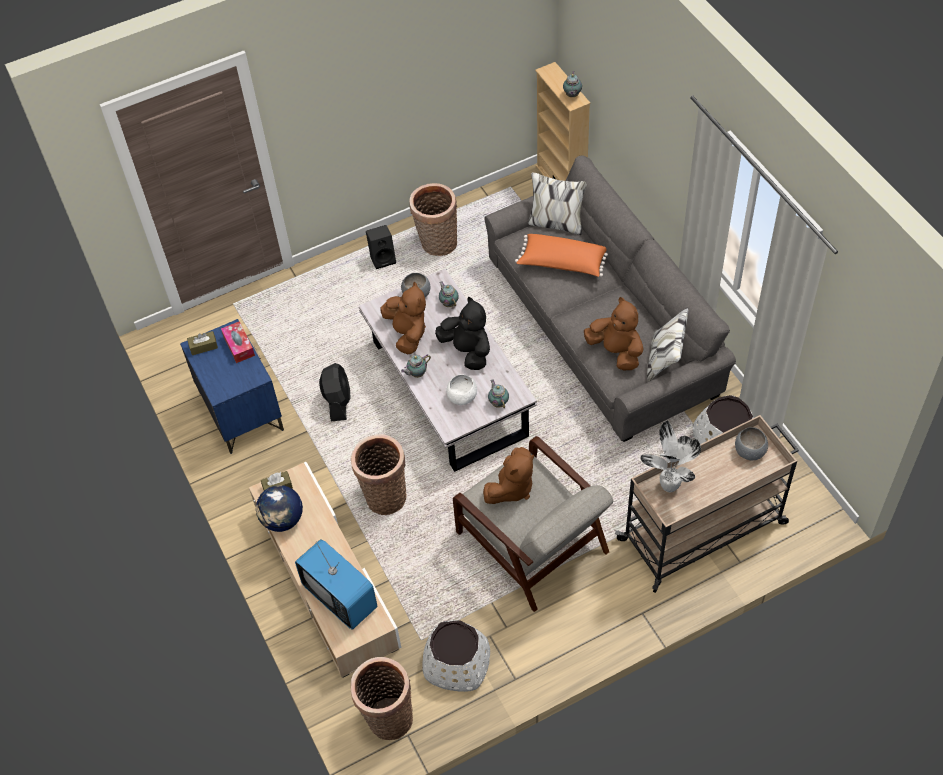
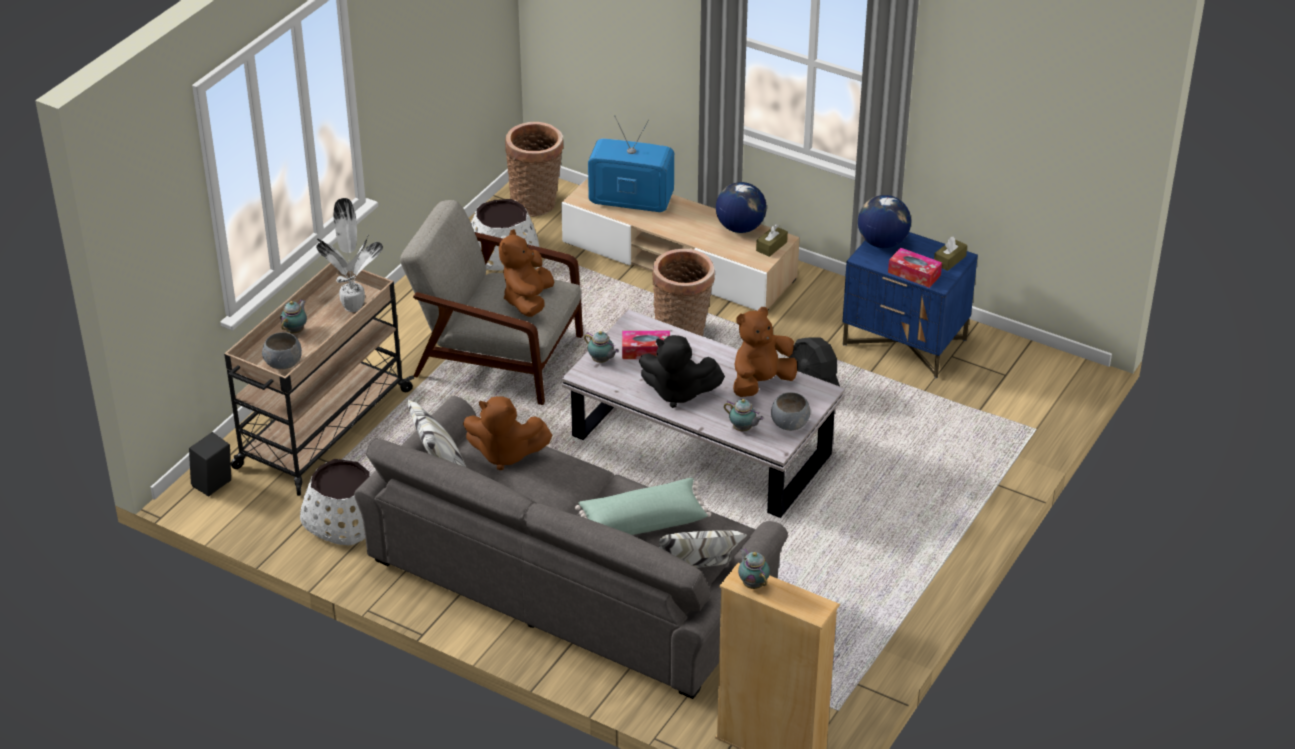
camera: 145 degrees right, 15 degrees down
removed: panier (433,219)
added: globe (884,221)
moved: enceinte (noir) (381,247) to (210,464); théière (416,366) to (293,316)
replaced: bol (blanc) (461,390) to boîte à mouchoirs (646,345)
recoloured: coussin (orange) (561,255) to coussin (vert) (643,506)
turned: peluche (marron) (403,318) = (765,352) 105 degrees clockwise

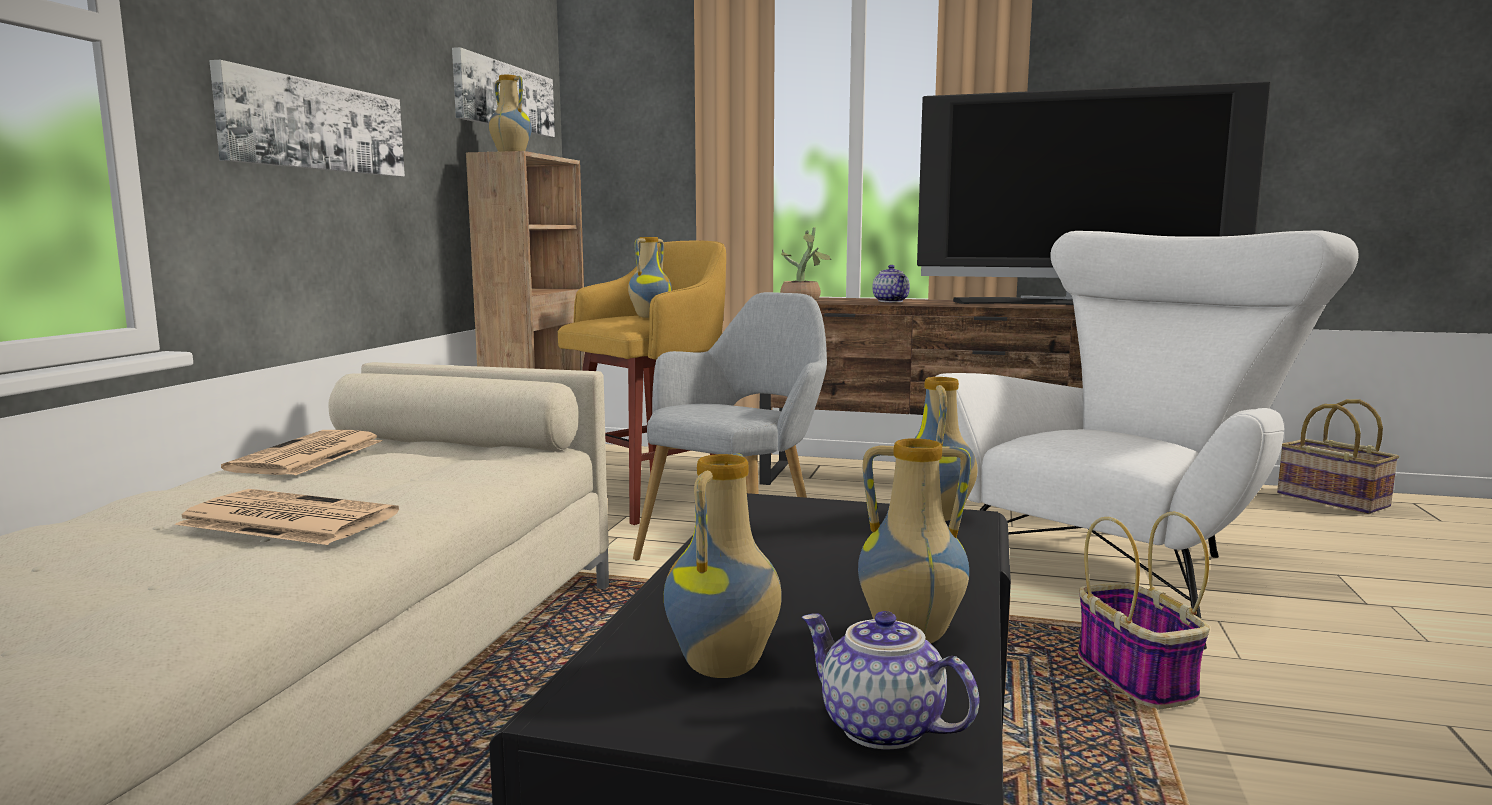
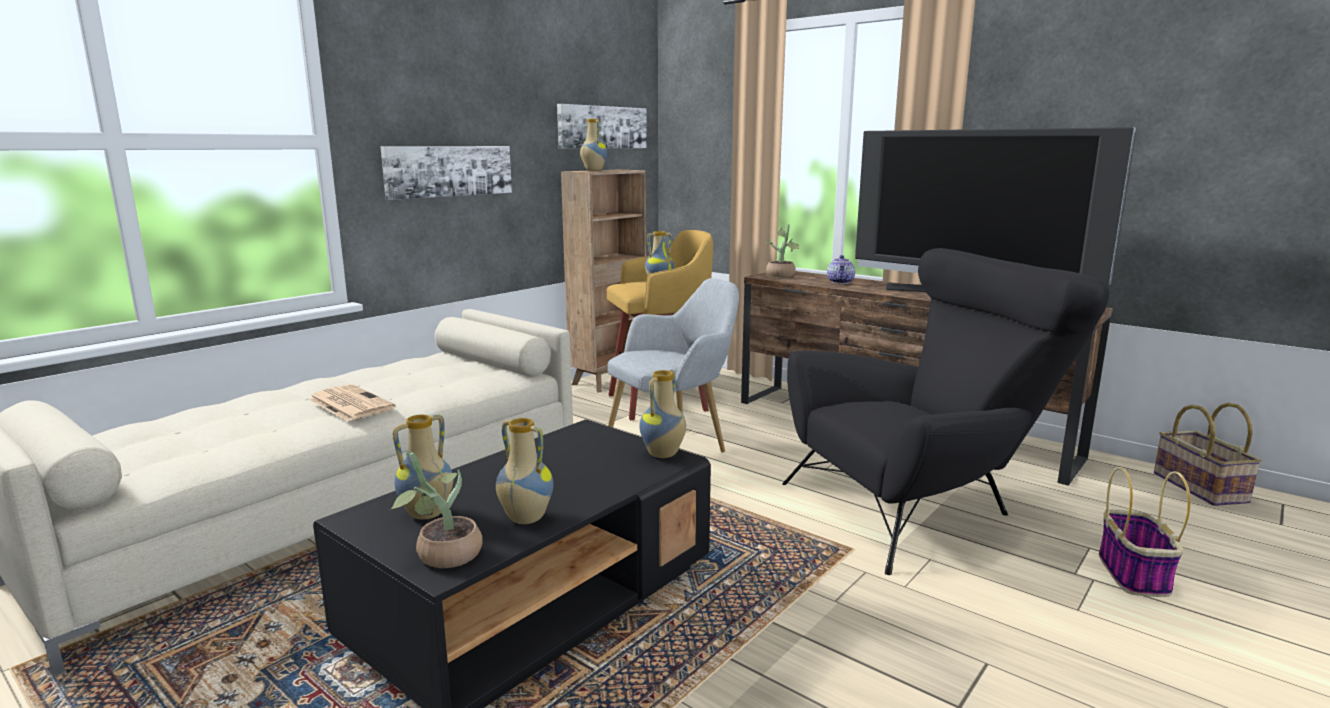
camera: 25 degrees right, 5 degrees up
removed: journal (301,453)
moved: panier (1144,611) to (1145,532)
replaced: théière (891,680) to plante en pot (436,509)
recoloured: fauteuil (blanc) (1147,440) to fauteuil (noir) (945,411)

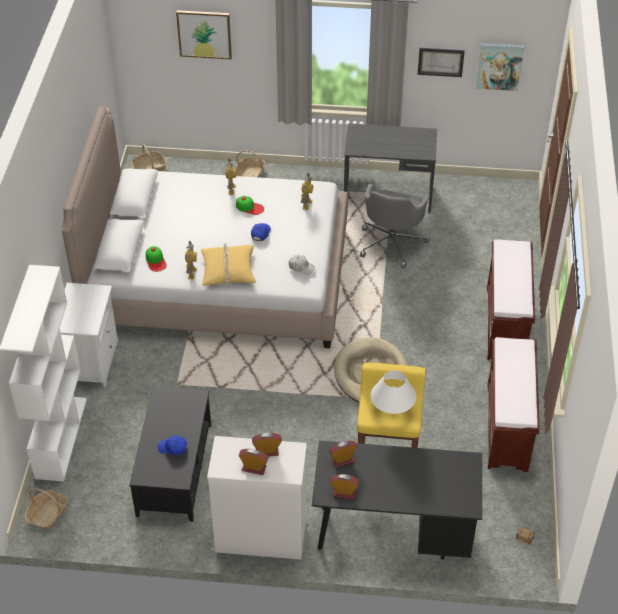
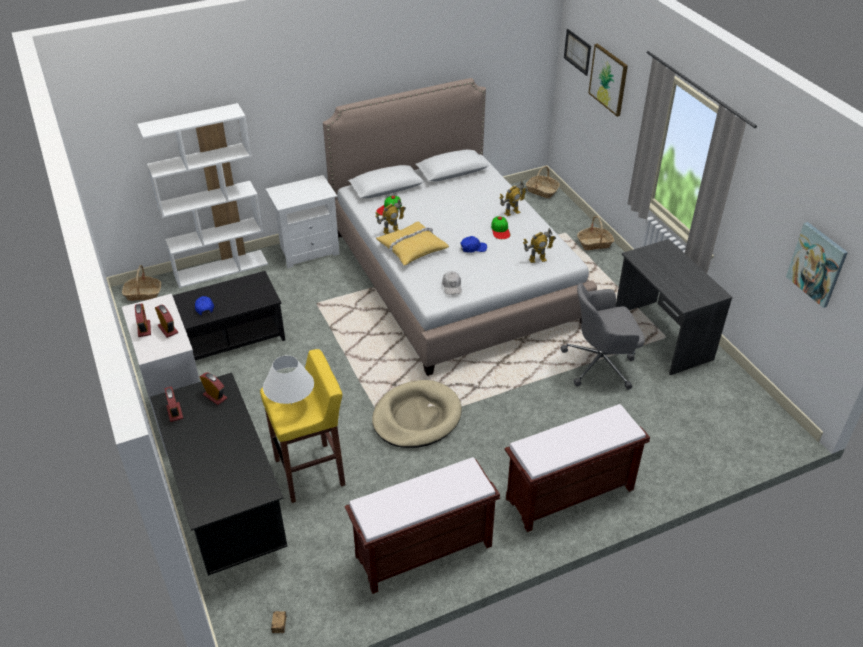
camera: 60 degrees right, 5 degrees down
moved: tableau (441,62) to (577,52)

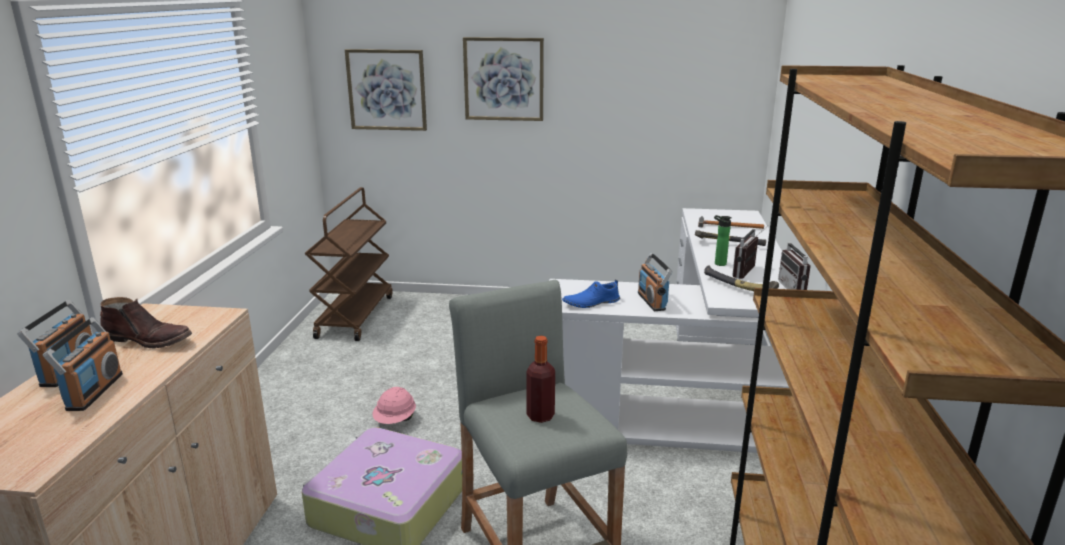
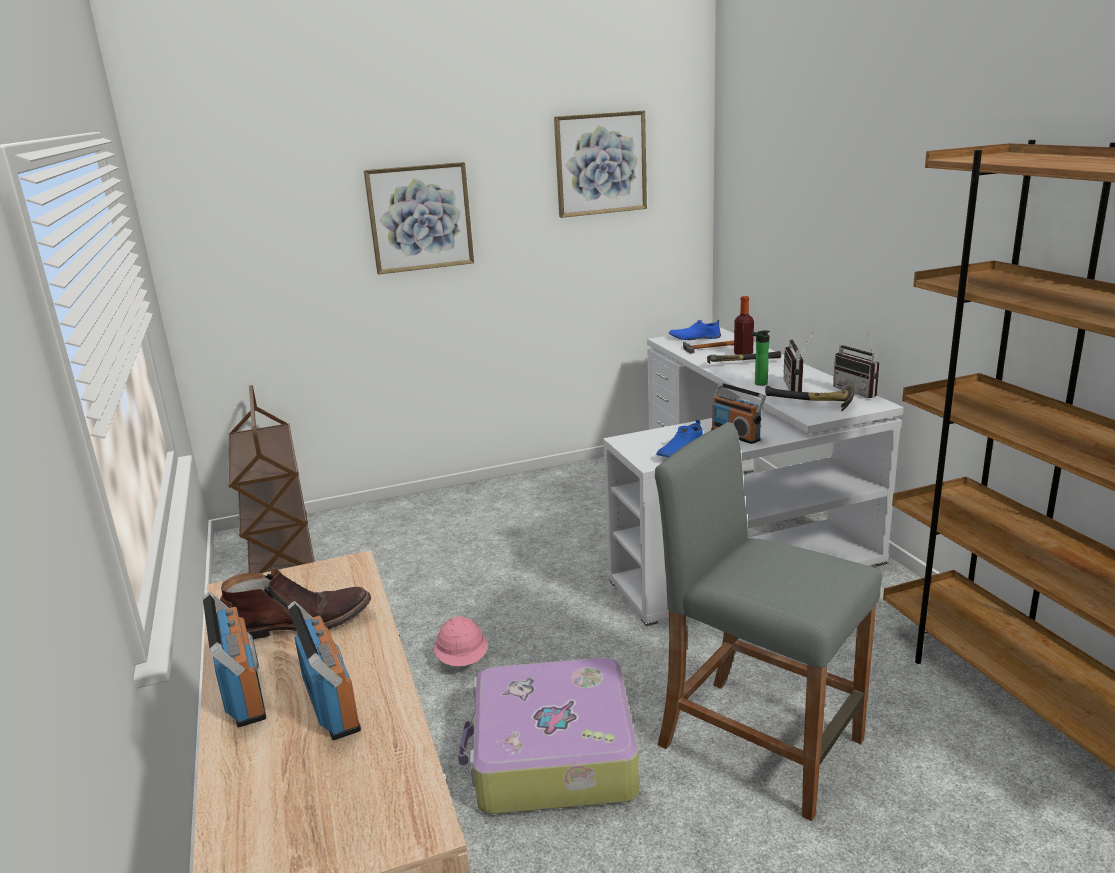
camera: 25 degrees left, 0 degrees up
added: chaussure (bleu) (695,330)
moved: tableau (386,90) to (600,164); bouteille (540,379) to (744,325)

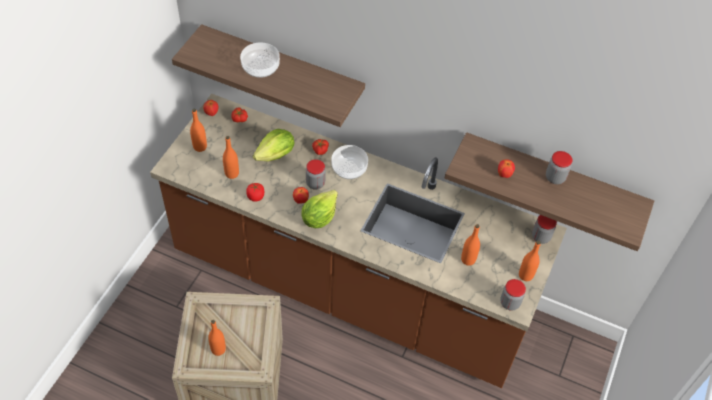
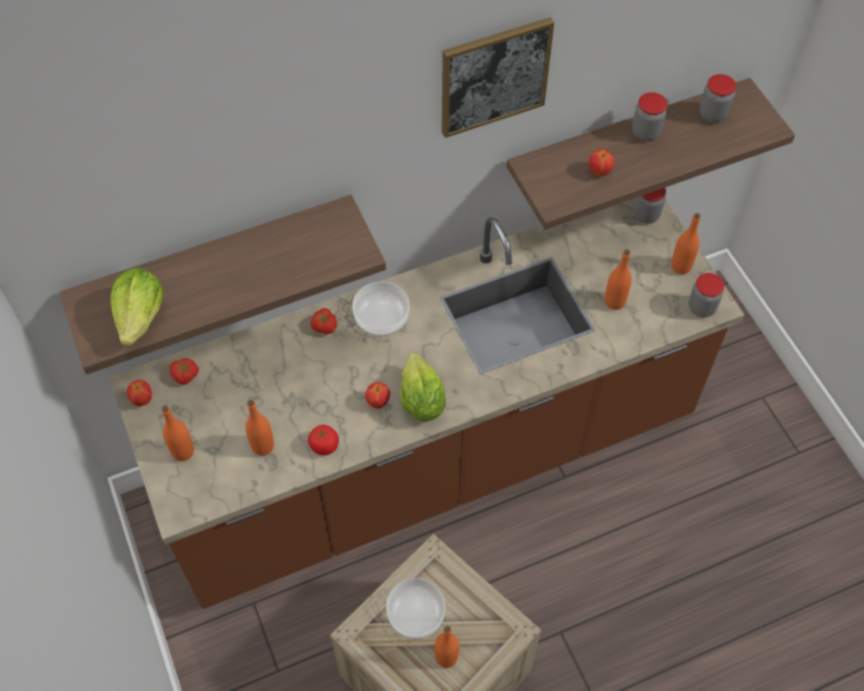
camera: 45 degrees left, 5 degrees up
added: tableau (498,77)
moved: bol (260,60) to (415,608); laitue (273,145) to (137,307); bocal (316,174) to (718,98)

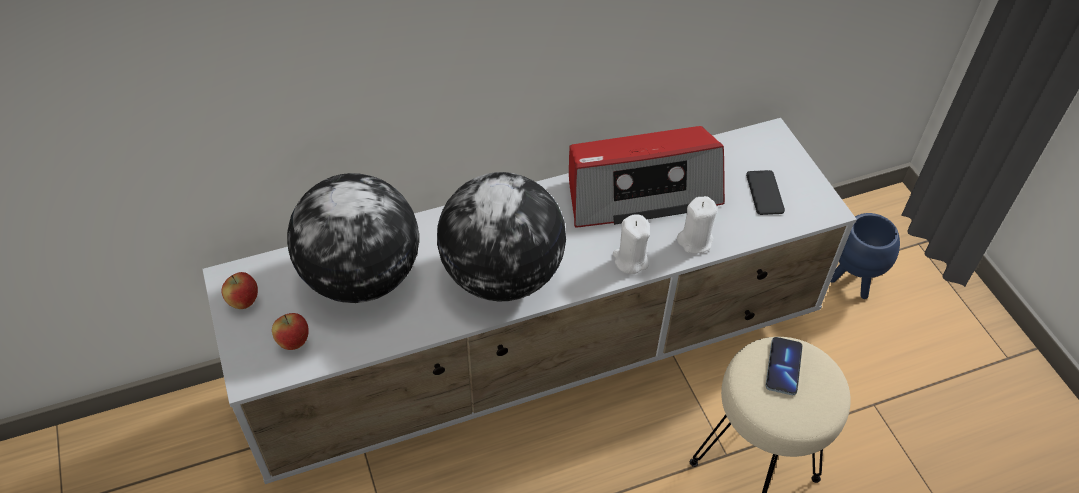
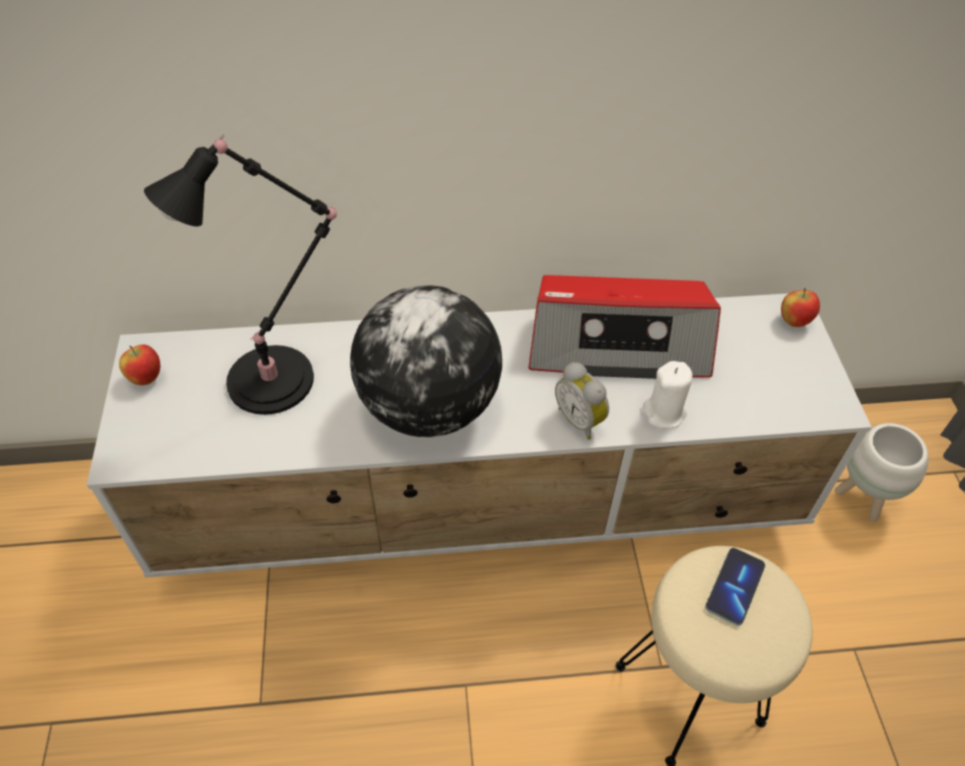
camera: 15 degrees right, 0 degrees up
removed: téléphone (765,192)
moved: pomme (290,331) to (800,307)
replaced: globe (353,238) to lampe de table (noir) (240,275); bougie (blanc) (631,244) to réveil (582,401)
recoloured: cache-pot (bleu) (865,256) to cache-pot (blanc) (881,472)

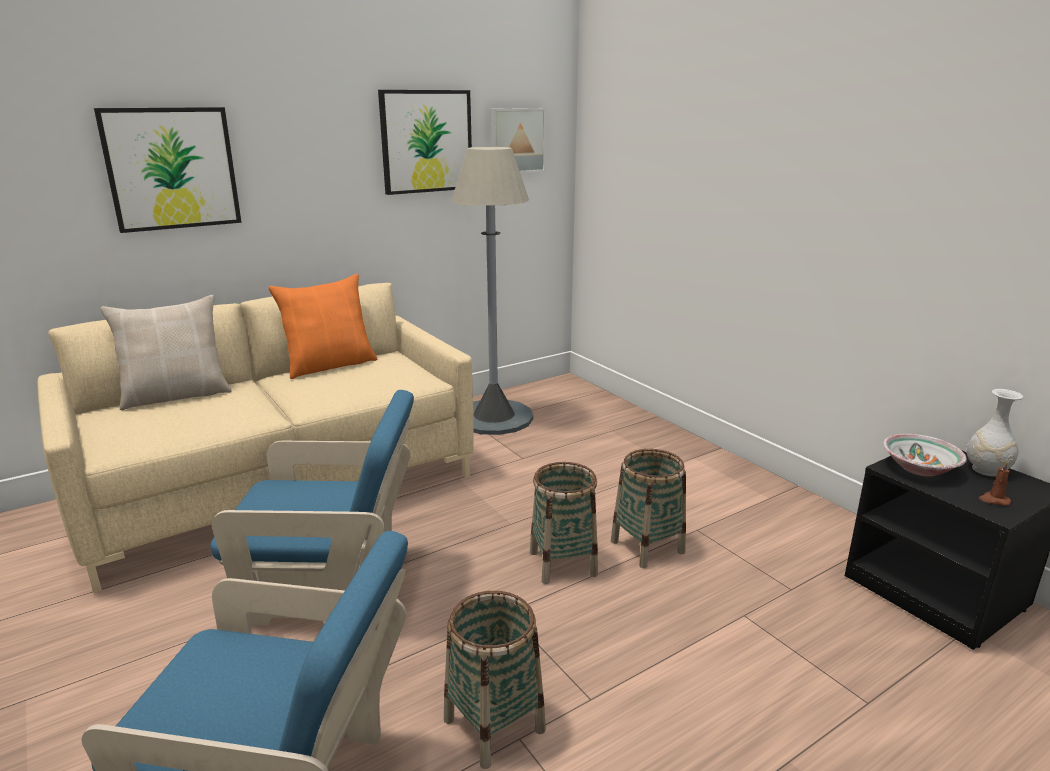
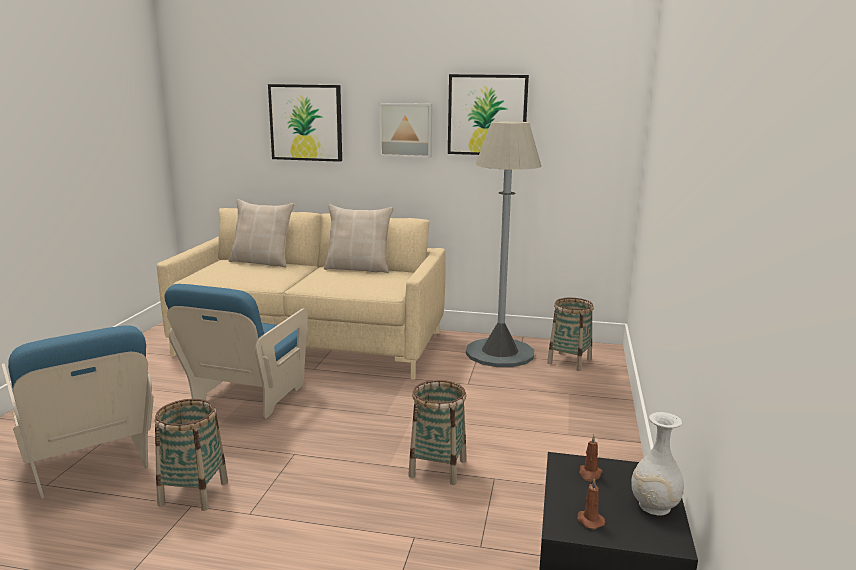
camera: 45 degrees right, 5 degrees down
moved: tableau (517,140) to (405,130); panier (564,523) to (570,334)
replaced: bol (925,455) to bougie (marron) (591,458)
recoloured: coussin (orange) (323,326) to coussin (beige) (358,238)
turned: fauteuil (bleu) (312,508) = (236,351) 60 degrees clockwise

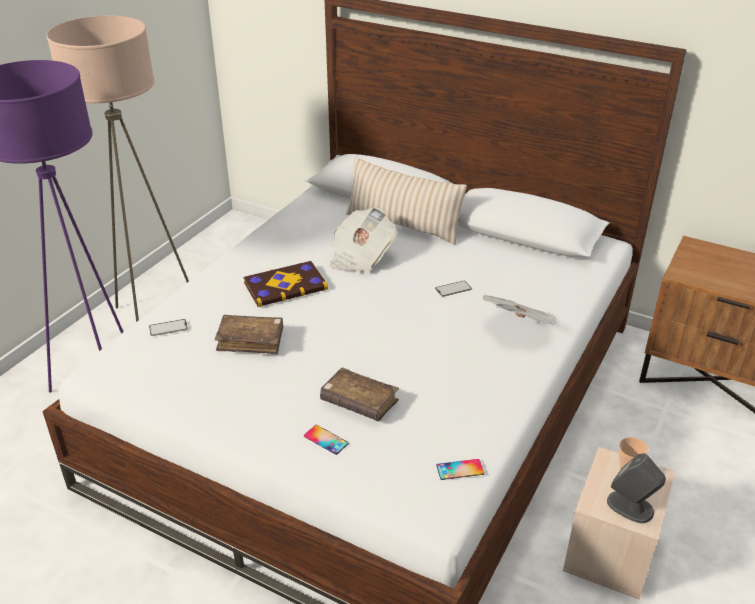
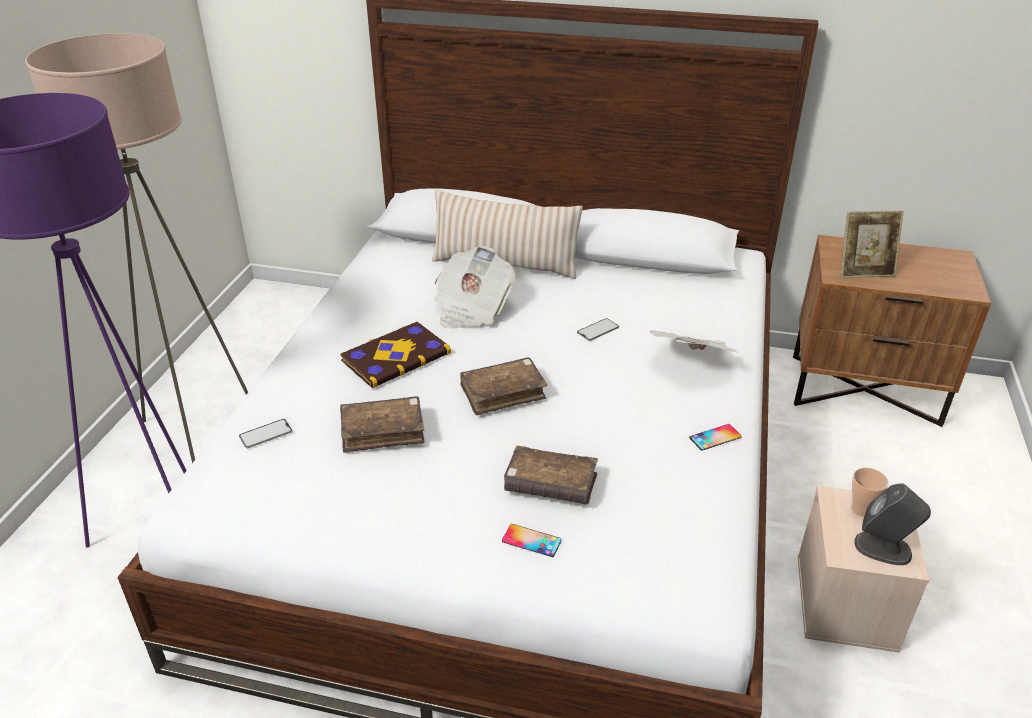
camera: 15 degrees left, 0 degrees up
added: livre (marron) (504,386); cadre photo (872,244)
moved: téléphone (460,469) to (715,437)

